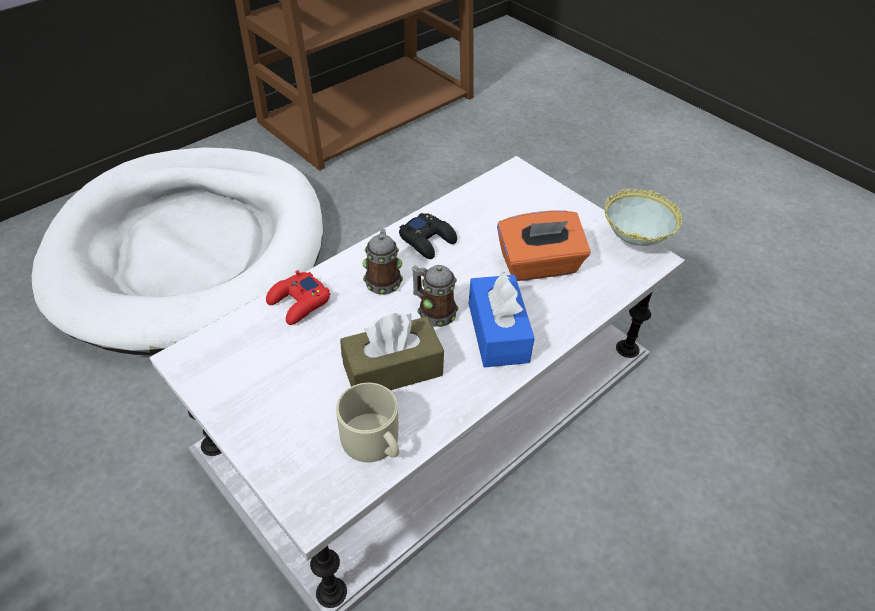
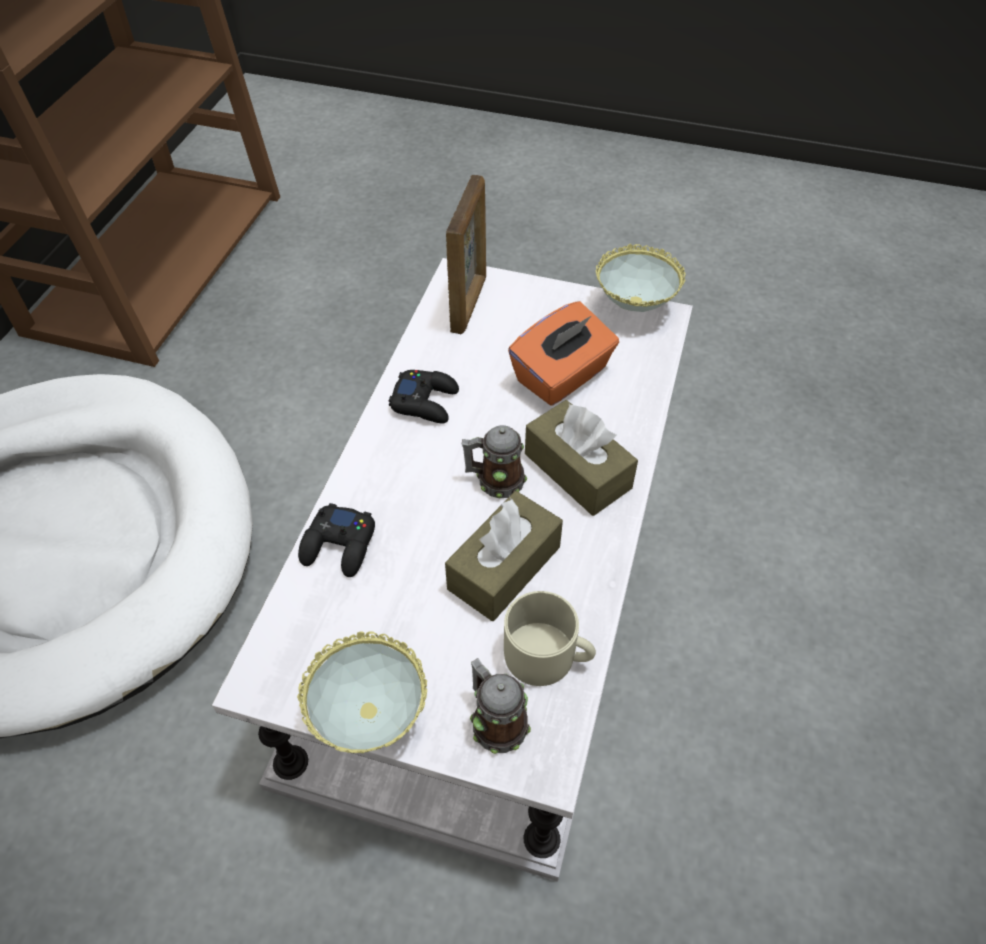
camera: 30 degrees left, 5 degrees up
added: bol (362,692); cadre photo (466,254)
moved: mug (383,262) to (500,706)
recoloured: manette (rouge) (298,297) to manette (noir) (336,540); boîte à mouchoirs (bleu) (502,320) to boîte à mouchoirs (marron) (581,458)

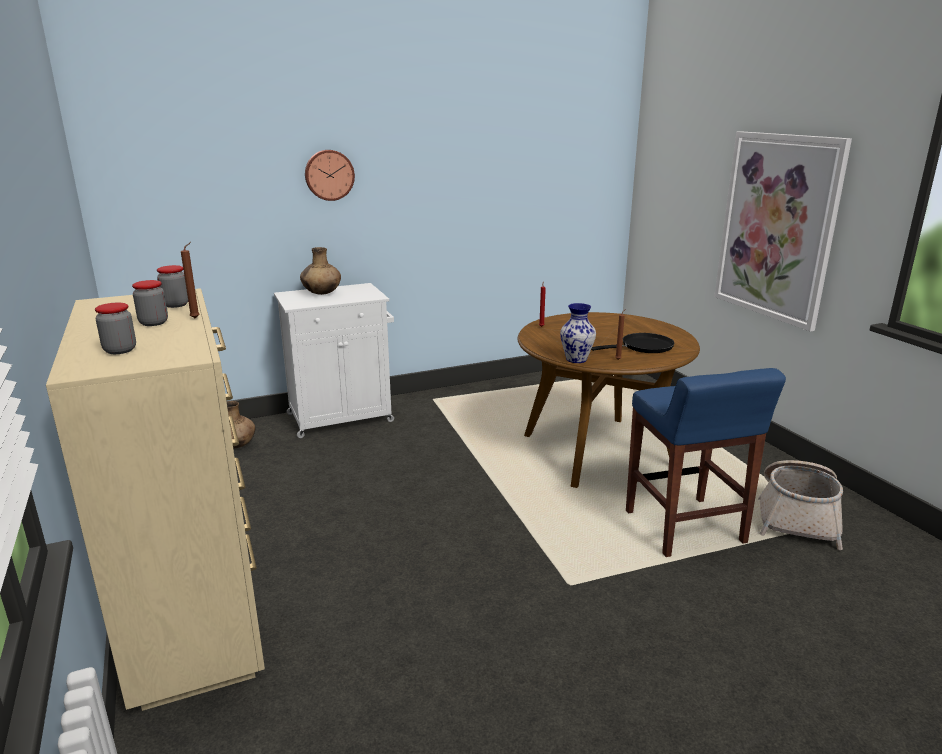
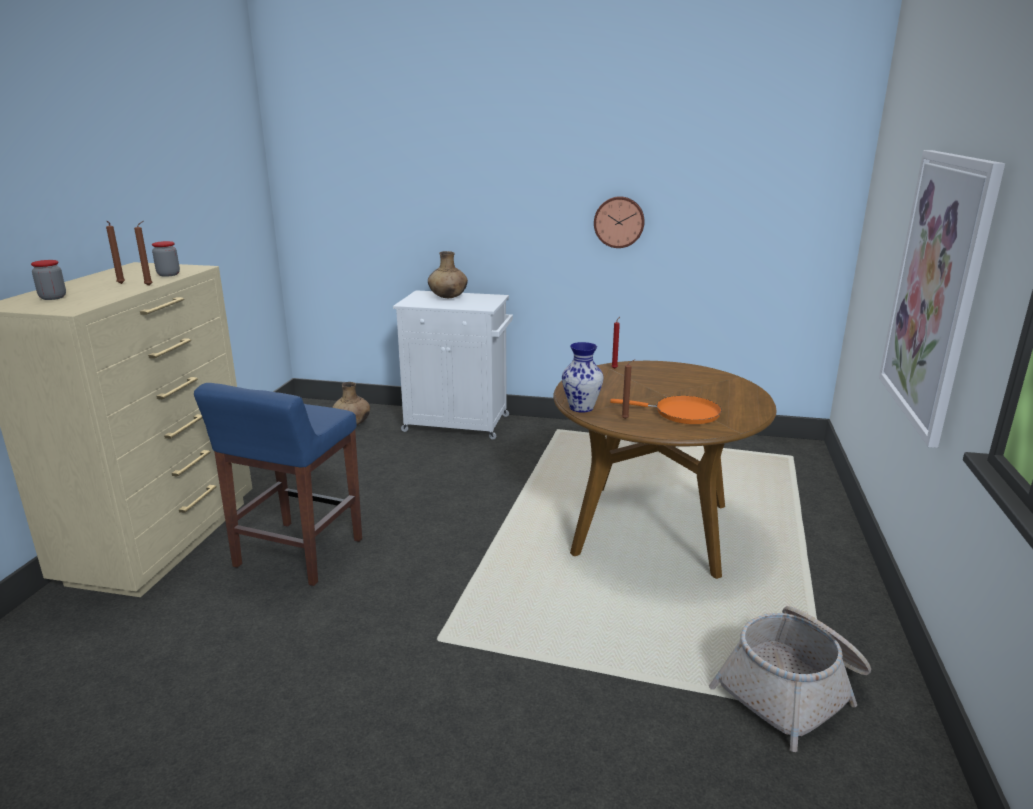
camera: 35 degrees right, 0 degrees up
moved: horloge murale (330,175) to (619,222); tabouret (bleu) (706,462) to (278,484)
replaced: bocal (150,303) to bougie (marron) (115,252)
recoloured: poêle (noir) (632,343) to poêle (orange) (666,410)

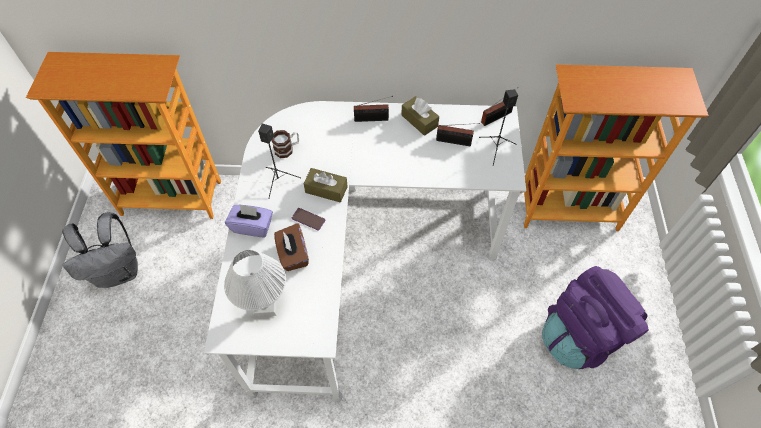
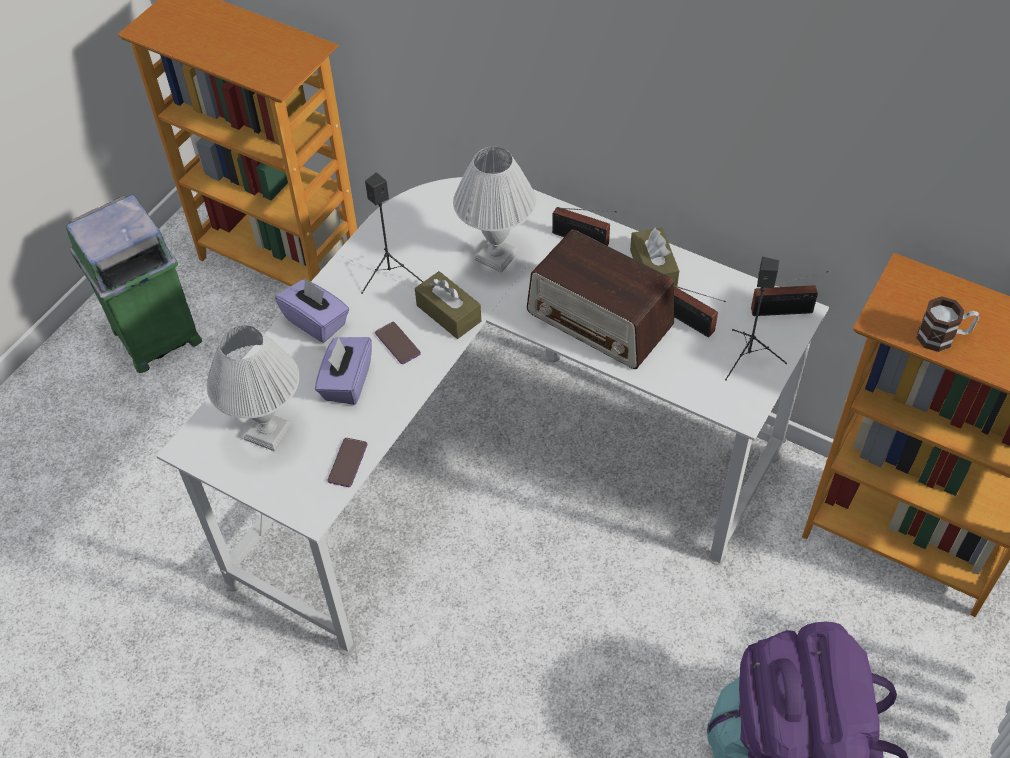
camera: 30 degrees right, 5 degrees down
added: téléphone (347,462); lampe de table (blanc) (494,210); radio (600,299)
moved: mug (285,144) to (947,324)
replaced: sac à dos (gris) (100,250) to poubelle (vert) (134,284)
recoloured: boîte à mouchoirs (marron) (291,247) to boîte à mouchoirs (violet) (343,371)

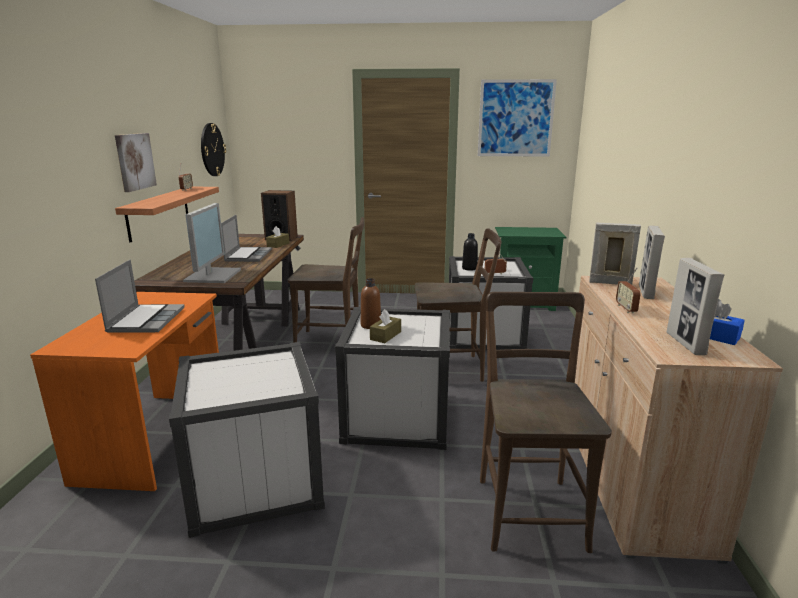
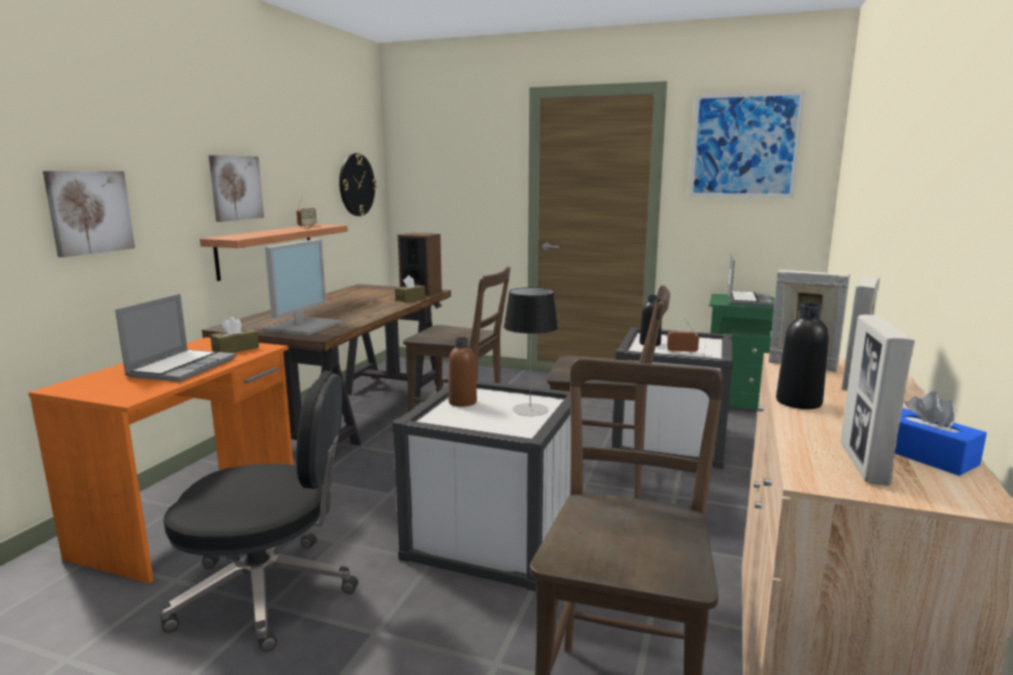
camera: 15 degrees right, 5 degrees down
added: tableau (89,214); lampe de table (531,351)
moved: ordinateur portable (246,238) to (750,280); boîte à mouchoirs (marron) (385,326) to (234,335)
replaced: boîte de rangement (blanc) (247,440) to chaise de bureau (noir) (258,511); radio (628,290) to bouteille (noir) (802,356)

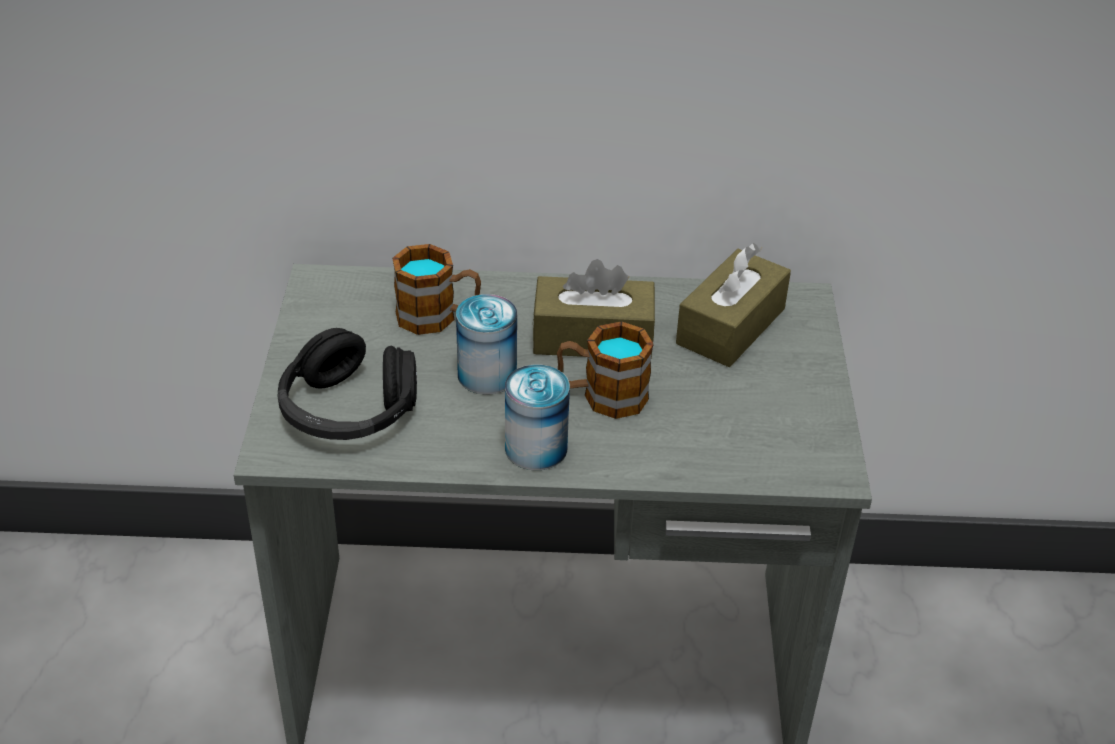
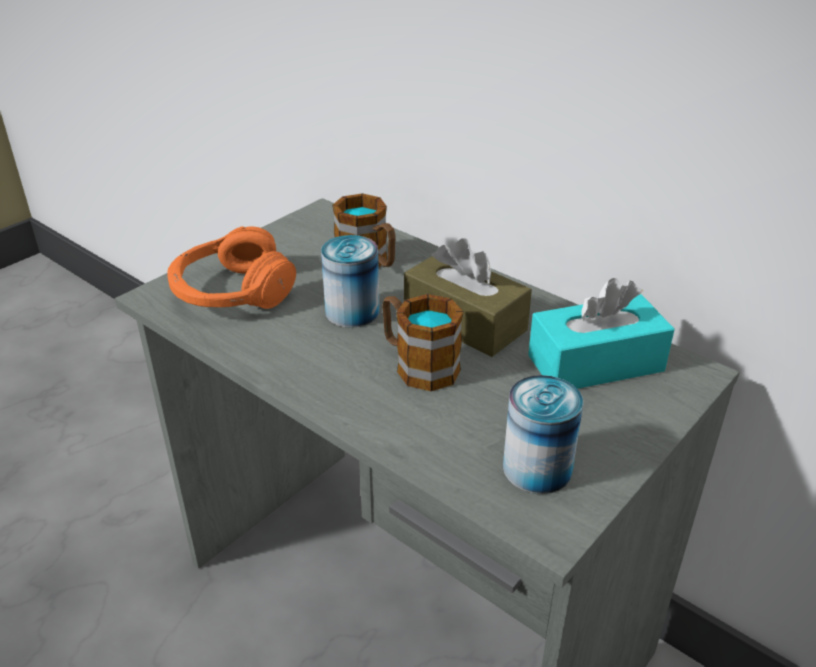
camera: 40 degrees right, 5 degrees down
moved: boîte métallique (537,417) to (543,434)
recoloured: casque audio (noir) (347,384) to casque audio (orange) (231,267); boîte à mouchoirs (marron) (733,305) to boîte à mouchoirs (turquoise) (601,333)

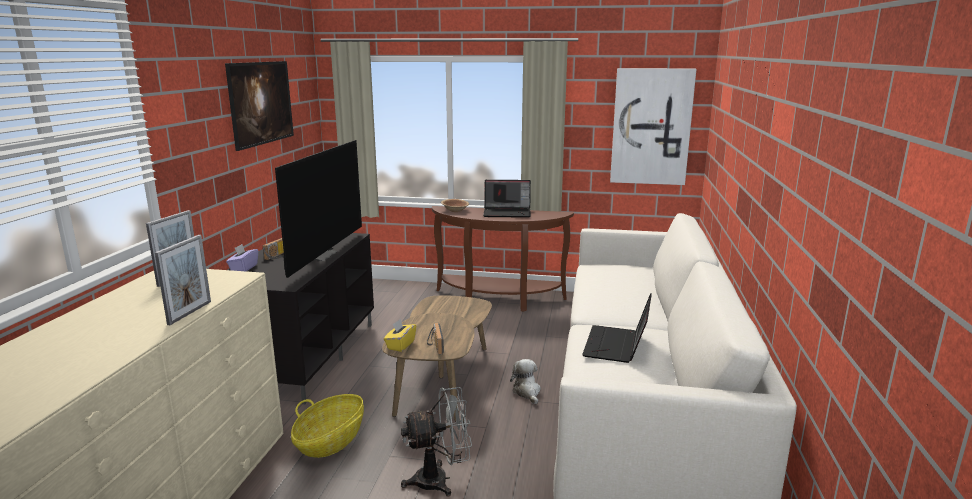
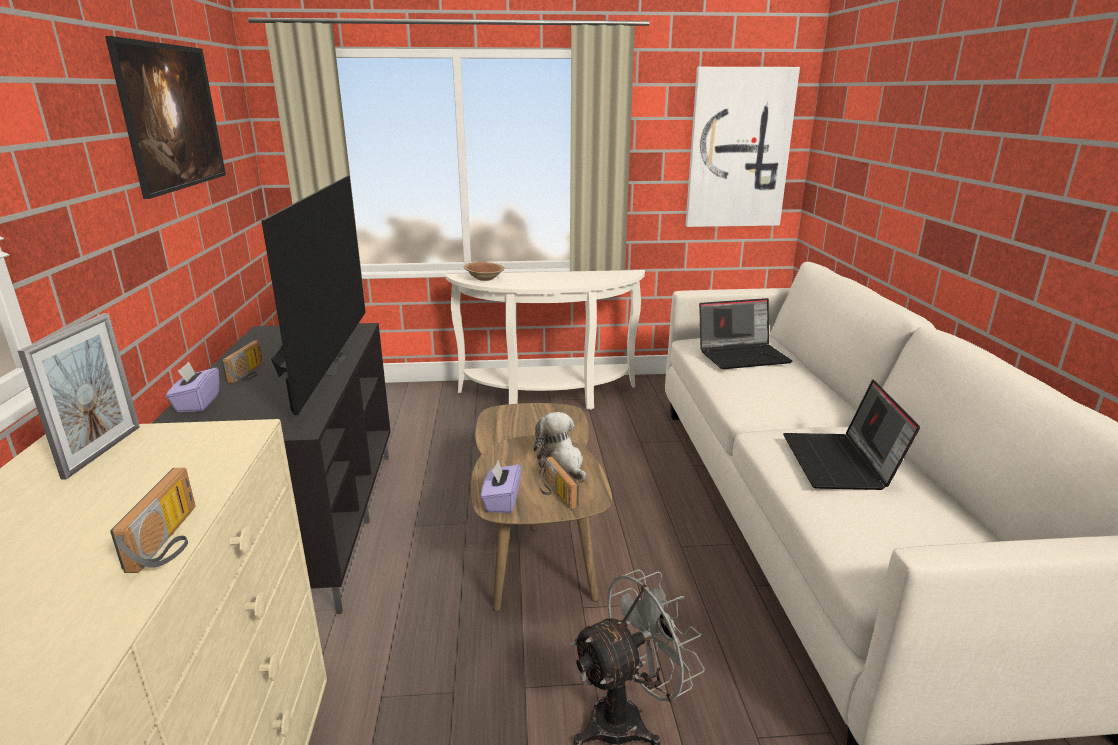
camera: 15 degrees left, 5 degrees up
removed: panier (327,426)
moved: ordinateur portable (507,199) to (745,333); peluche (525,381) to (560,446)
replaced: cadre photo (183,280) to radio (152,520)
recoloured: boîte à mouchoirs (jaune) (400,335) to boîte à mouchoirs (violet) (501,486); table console (marron) (503,259) to table console (blanc) (545,340)

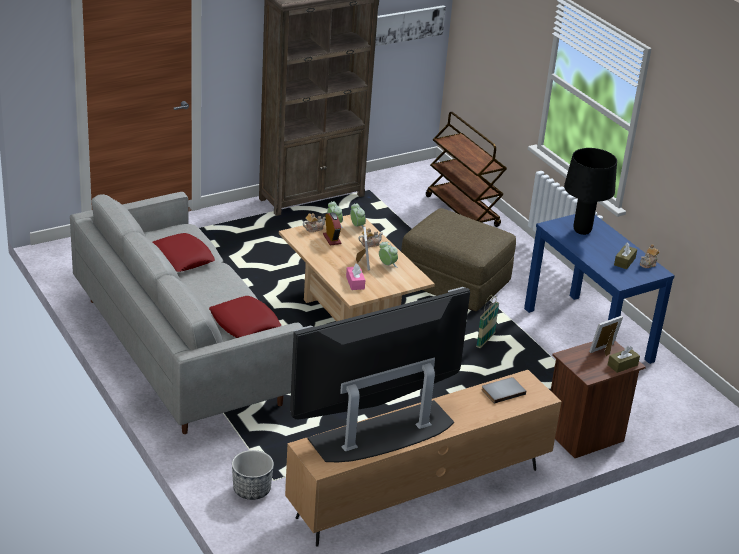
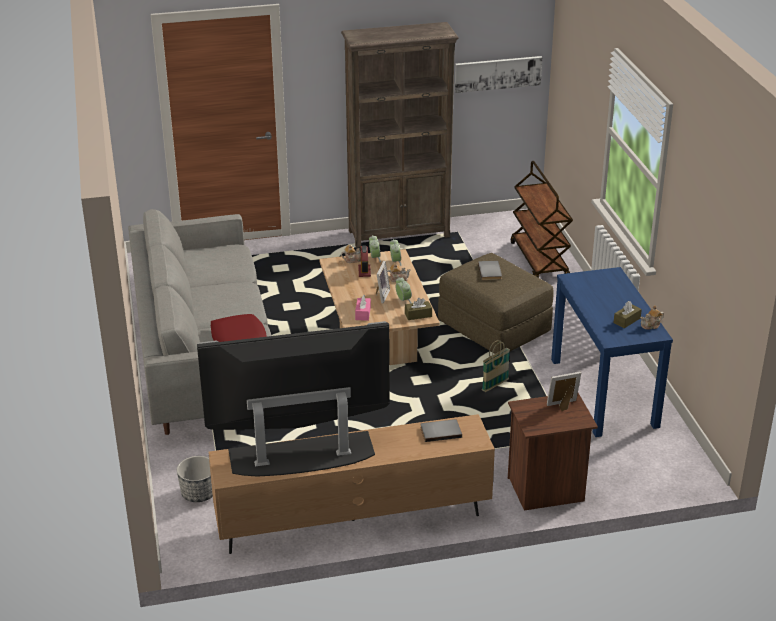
camera: 20 degrees right, 0 degrees up
removed: coussin (rouge) (184,252); lampe de table (noir) (590,191)
added: livre (gris) (490,270)
moved: boîte à mouchoirs (marron) (624,359) to (418,309)

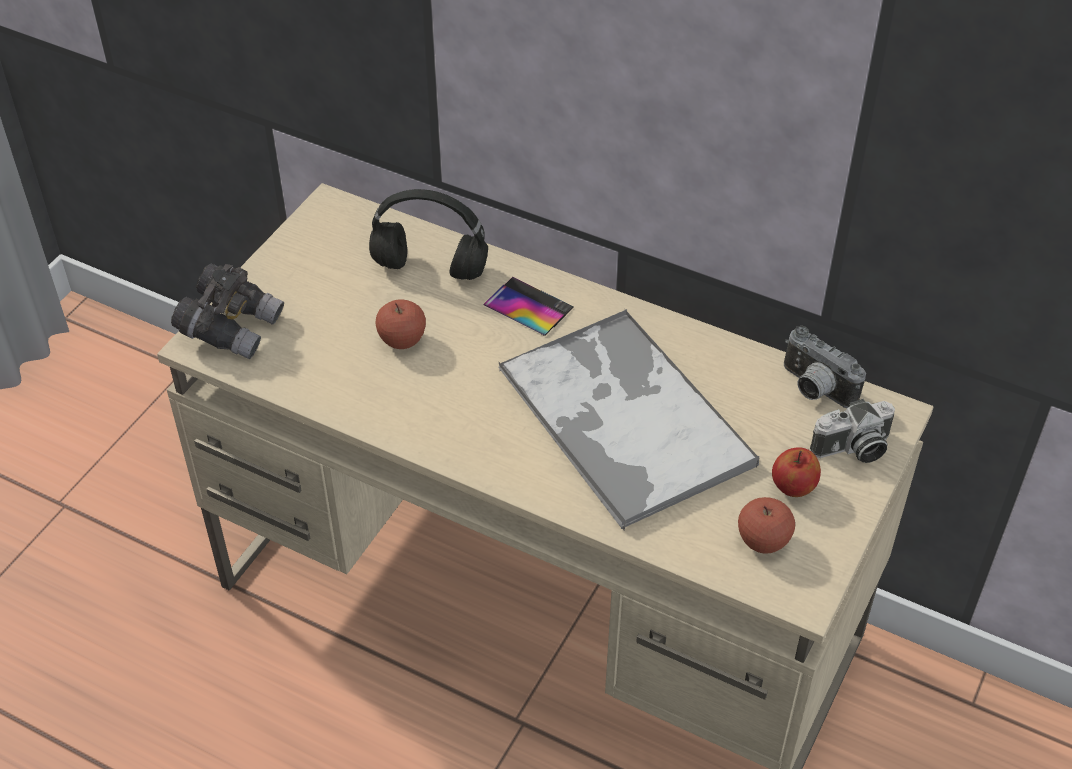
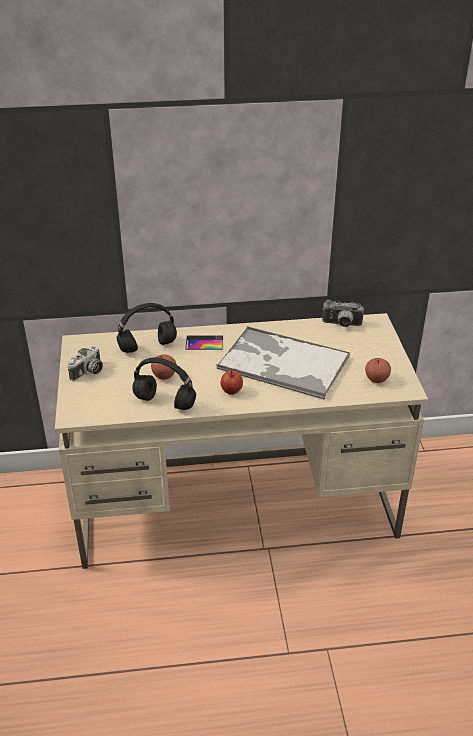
camera: 35 degrees left, 10 degrees down
removed: jumelles (gris) (227,311)
added: casque audio (noir) (164,384)
moved: pomme (796,472) to (232,382); appareil photo (852,431) to (85,363)

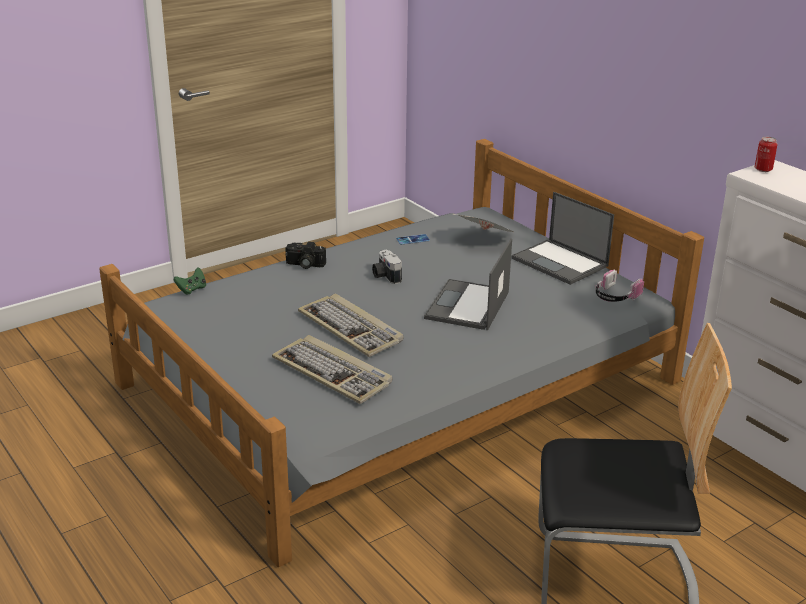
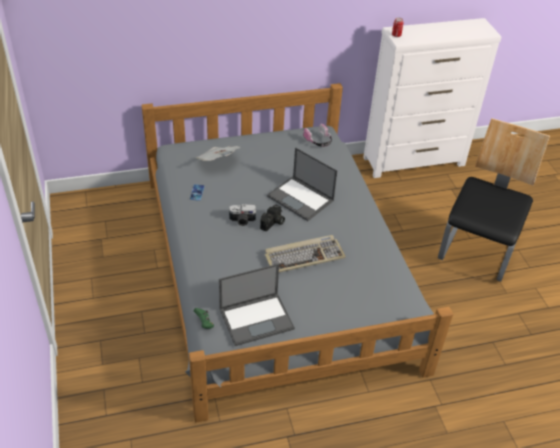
camera: 70 degrees left, 15 degrees up
removed: clavier (332,369)
moved: appareil photo (305,255) to (272,218); ordinateur portable (563,238) to (257,305)

